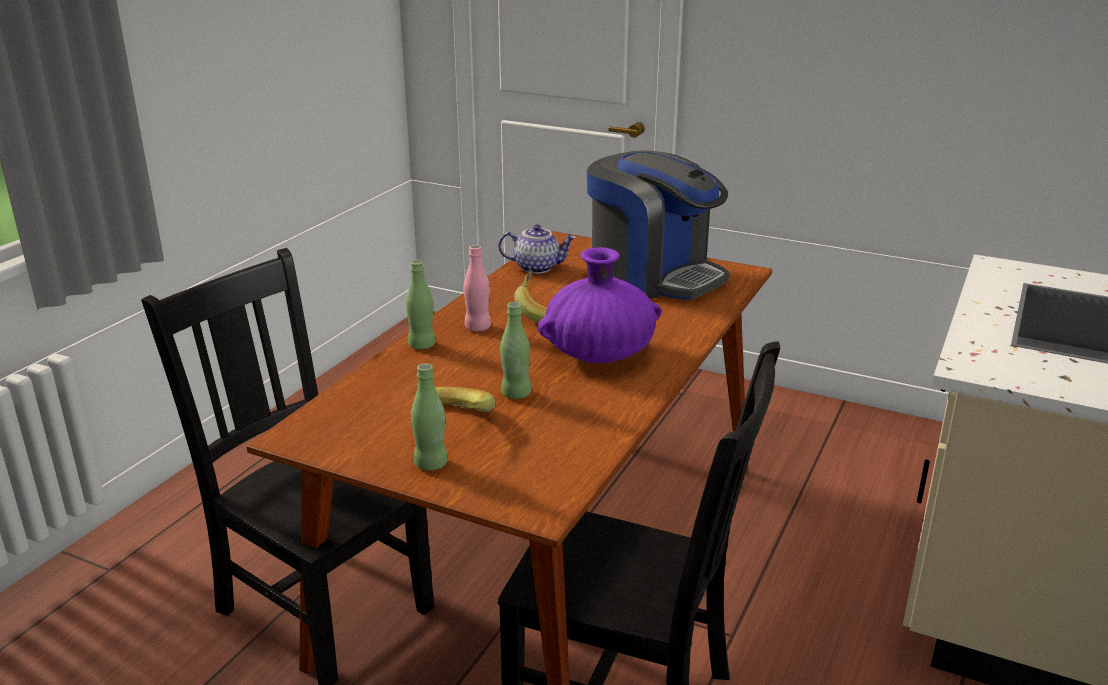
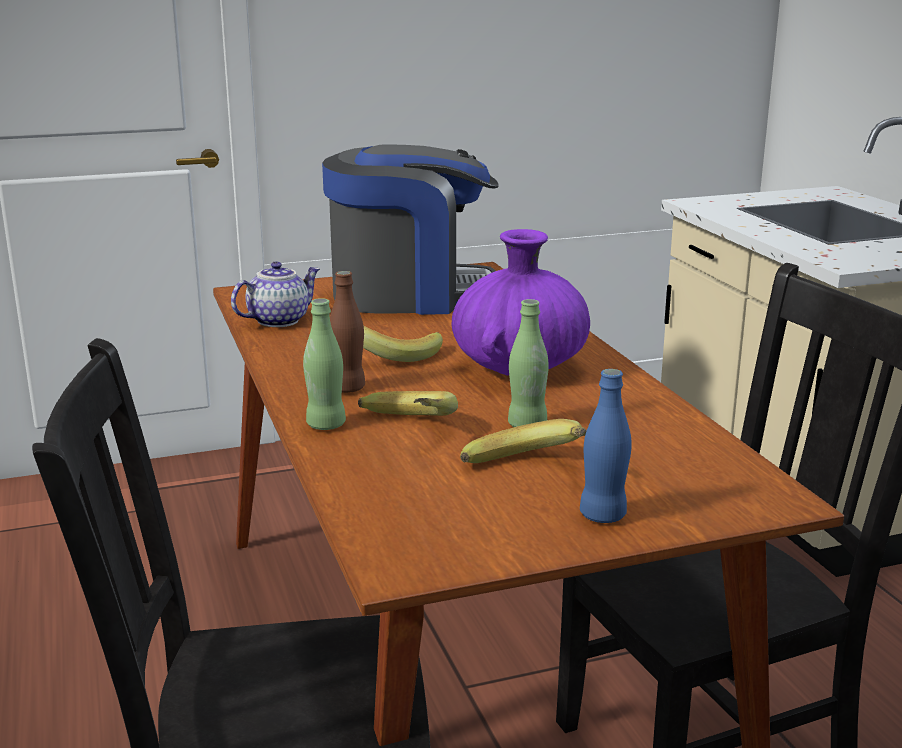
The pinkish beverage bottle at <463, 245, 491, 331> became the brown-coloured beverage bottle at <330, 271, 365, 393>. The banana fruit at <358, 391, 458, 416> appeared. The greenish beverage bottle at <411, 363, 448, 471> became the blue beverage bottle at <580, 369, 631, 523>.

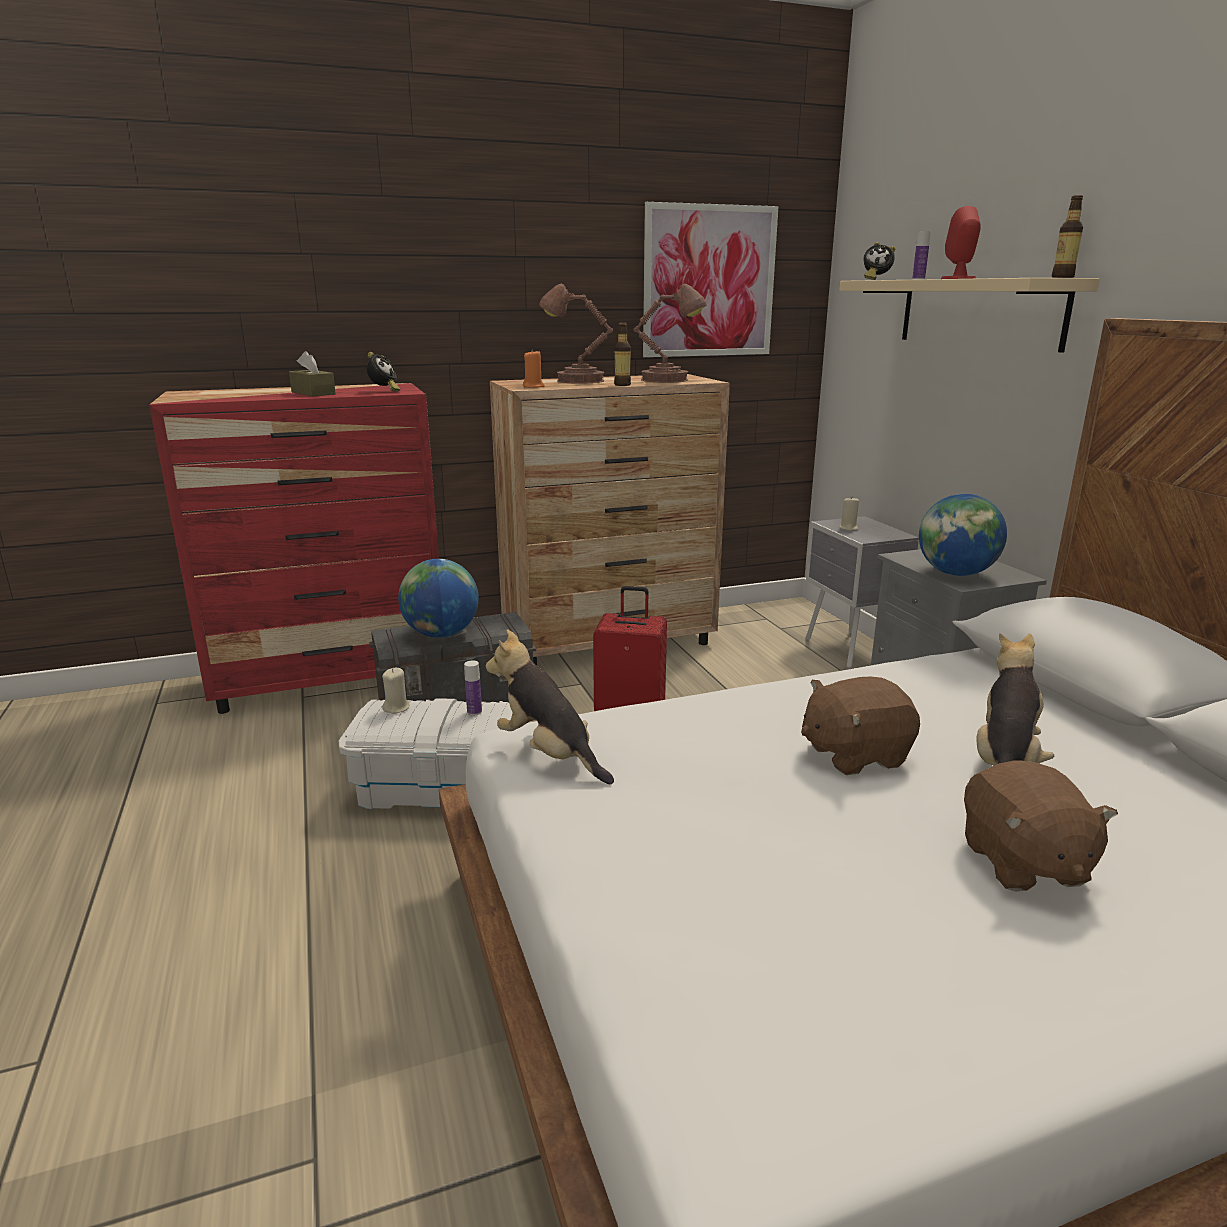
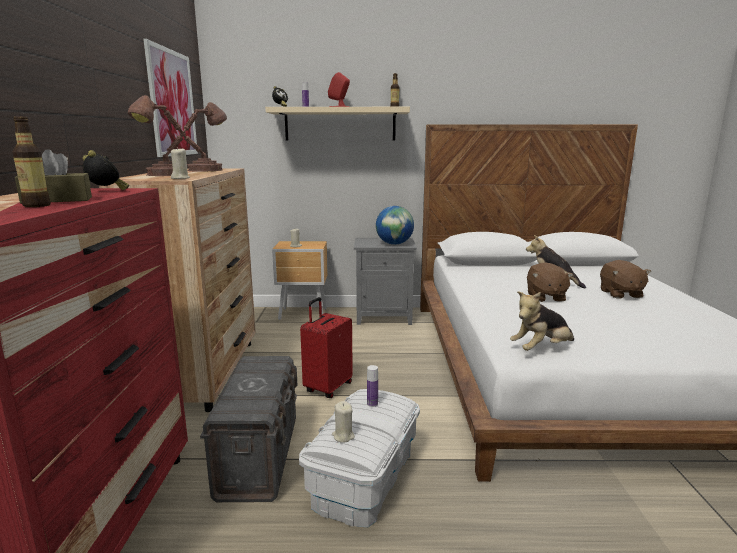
The beverage bottle moved from <614, 322, 631, 386> to <12, 116, 51, 207>. The orange candle at <523, 349, 545, 388> became the beige-coloured candle at <171, 147, 190, 179>. The grey nightstand at <806, 516, 919, 669> became the brown-coloured nightstand at <272, 241, 328, 320>. The brown-coloured plush toy at <964, 760, 1118, 892> turned 75 degrees clockwise. The desk globe at <398, 559, 479, 638> disappeared.

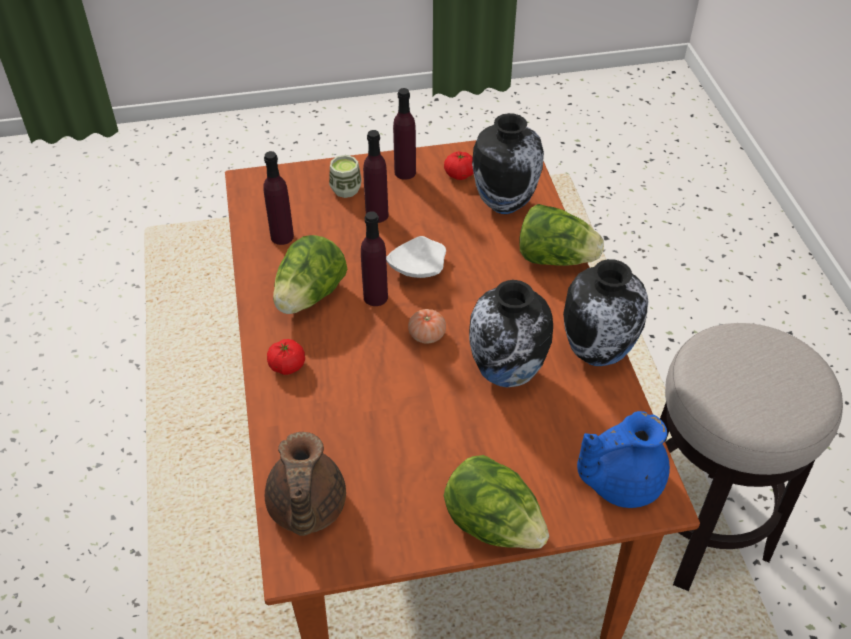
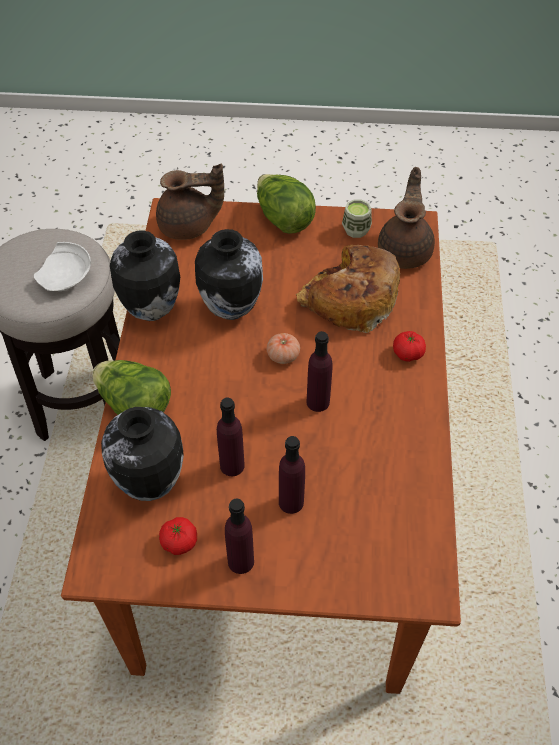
The whitish flat dish moved from <386, 236, 446, 278> to <34, 242, 91, 291>. The blue teapot at <577, 411, 670, 508> became the brown-coloured teapot at <156, 163, 224, 240>. The purple beverage bottle moved from <263, 151, 294, 245> to <217, 398, 245, 476>. The bread at <296, 245, 400, 333> appeared. The small cup moved from <329, 155, 362, 198> to <342, 199, 372, 238>. The head of lettuce at <273, 235, 347, 314> disappeared.

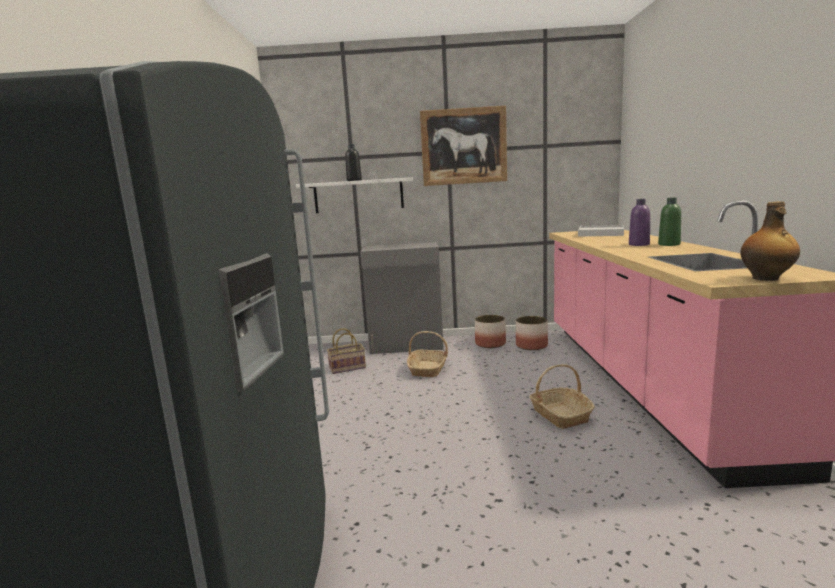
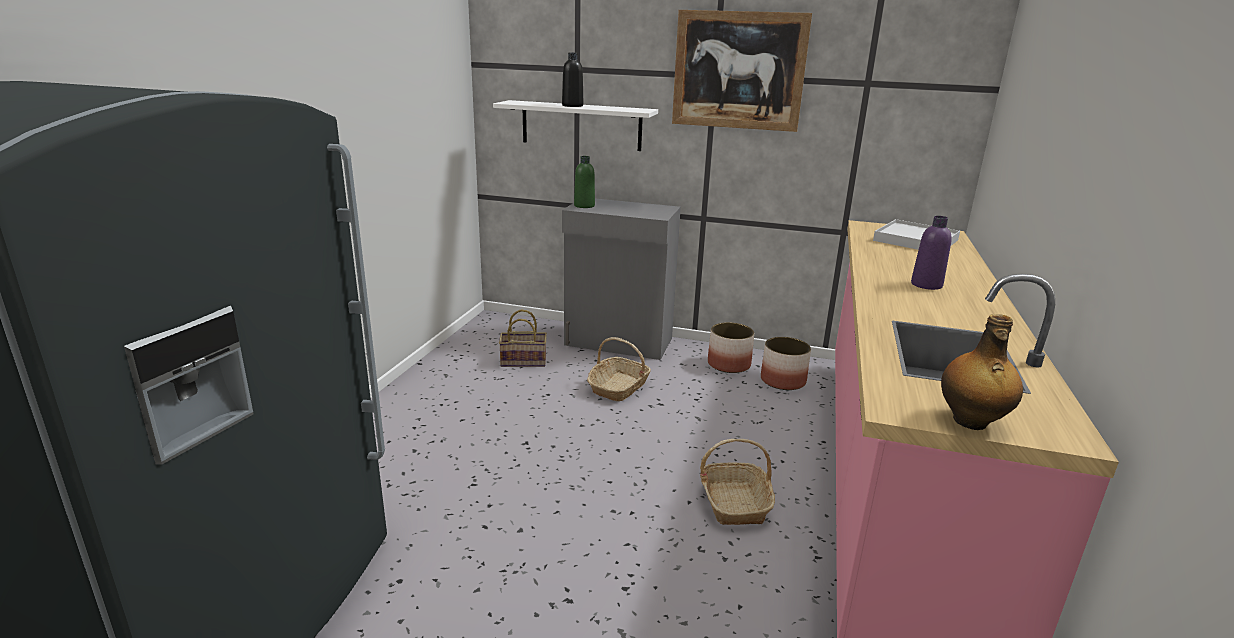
The greenish beverage bottle moved from <658, 198, 681, 246> to <574, 156, 595, 208>.

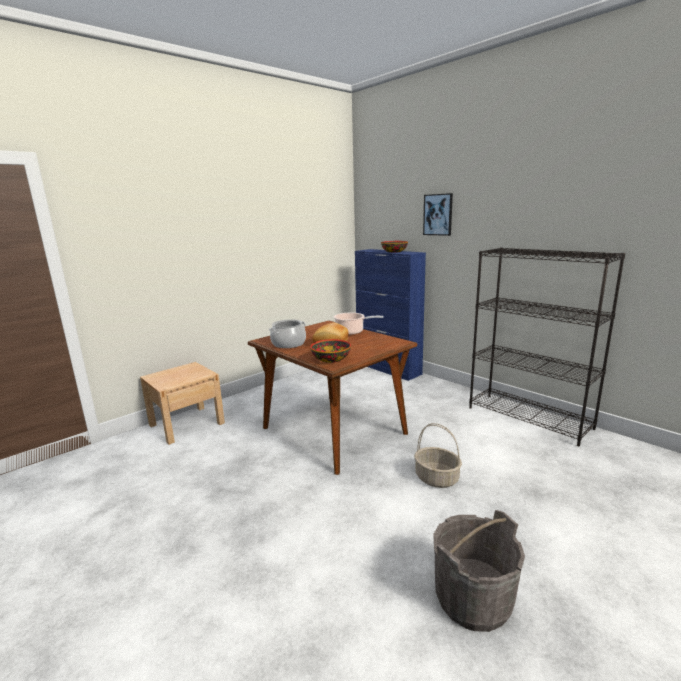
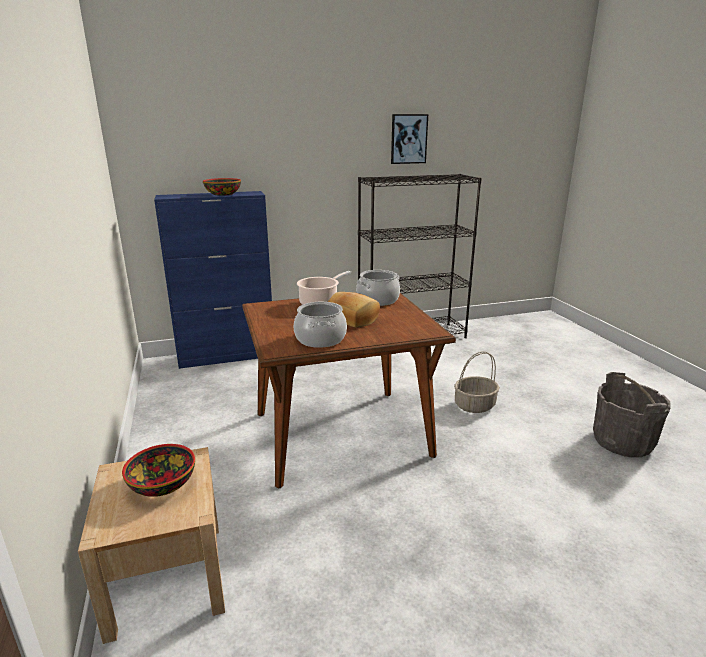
The serving bowl moved from <310, 339, 351, 363> to <122, 444, 195, 497>. The saucepot at <356, 270, 400, 306> appeared. The wall picture moved from <423, 193, 453, 236> to <391, 114, 428, 164>.

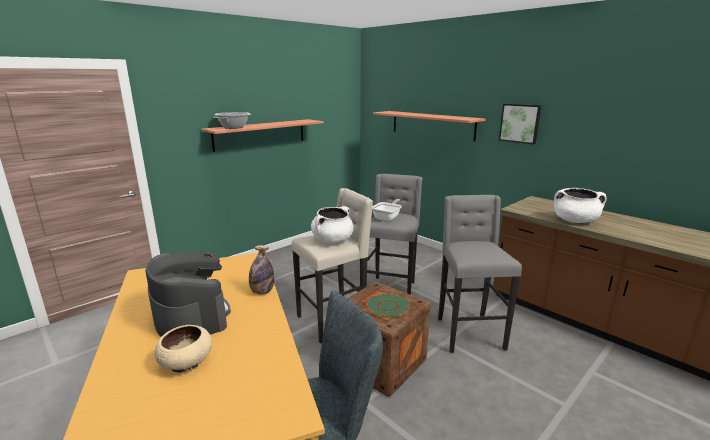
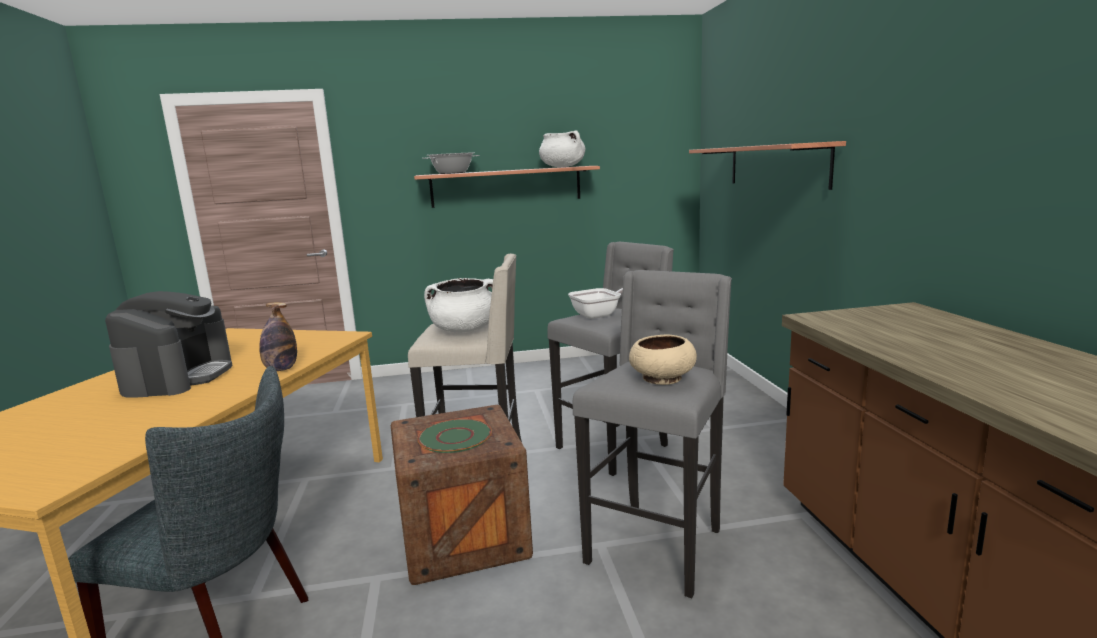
The whitish saucepot moved from <554, 188, 607, 223> to <539, 130, 585, 167>. The beige-coloured serving bowl moved from <154, 325, 212, 373> to <629, 334, 697, 385>. The wall picture at <499, 104, 542, 145> disappeared.

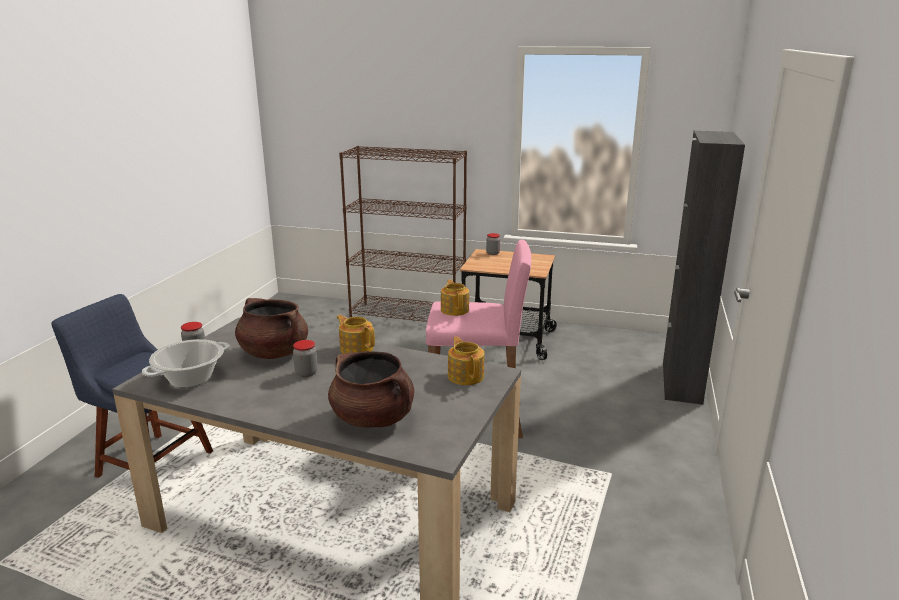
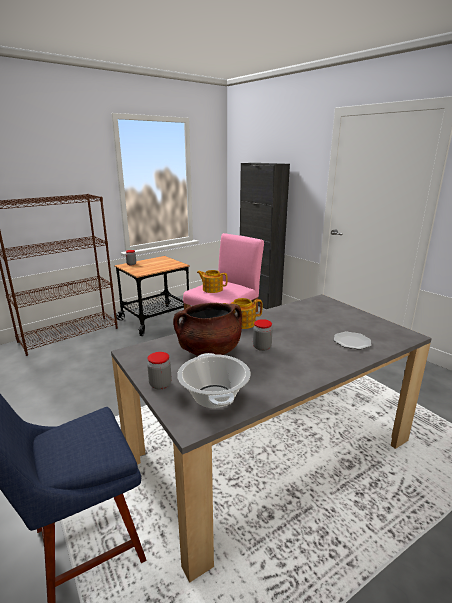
The brown-coloured saucepot at <328, 351, 414, 428> was replaced by the flat dish at <334, 332, 371, 350>. The teapot at <448, 337, 484, 385> disappeared.

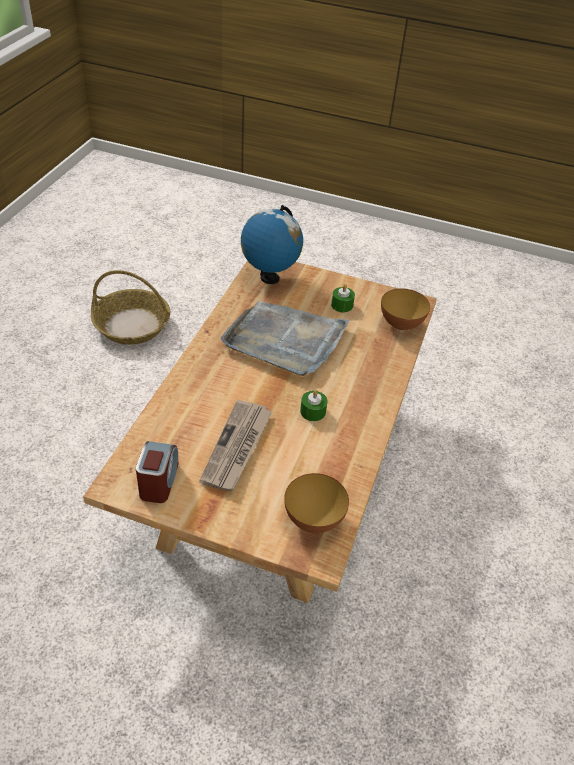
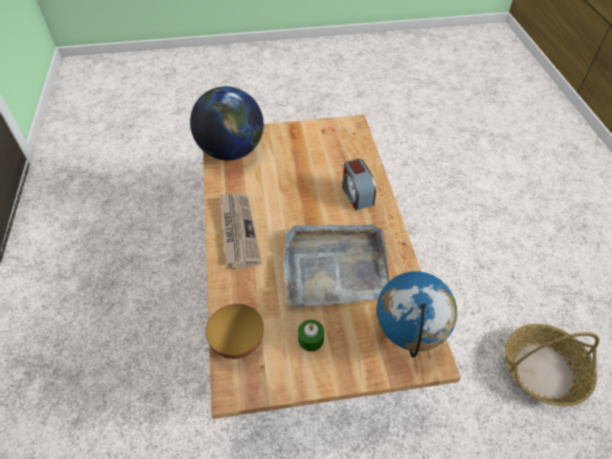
The serving bowl at <284, 473, 349, 533> was replaced by the desk globe at <190, 86, 264, 160>. The newspaper moved from <199, 400, 272, 491> to <220, 194, 261, 268>. The bedside clock moved from <136, 441, 178, 503> to <342, 159, 376, 210>. The greenish candle at <300, 390, 328, 421> disappeared.

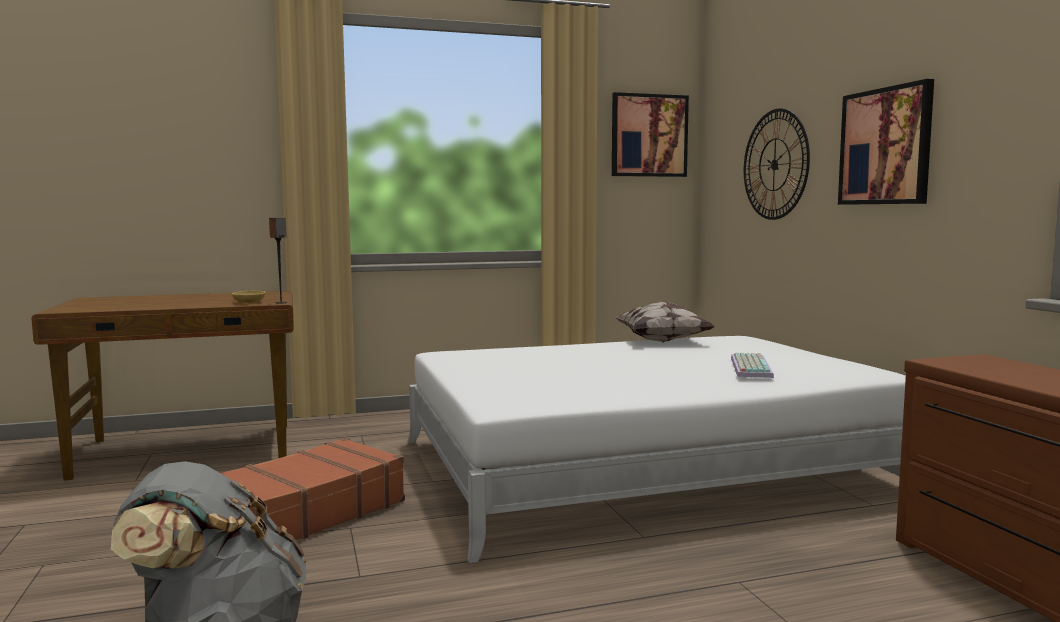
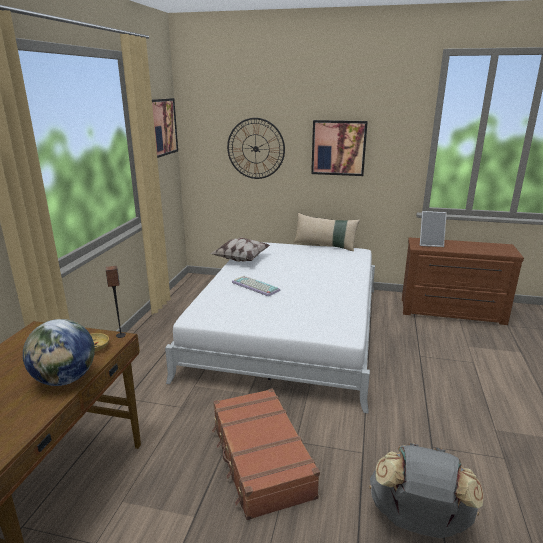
The desk globe at <23, 319, 95, 386> appeared. The keyboard moved from <731, 352, 774, 378> to <232, 276, 280, 297>. The beige-coloured cushion at <294, 213, 360, 251> appeared. The standing frame at <420, 211, 447, 247> appeared.

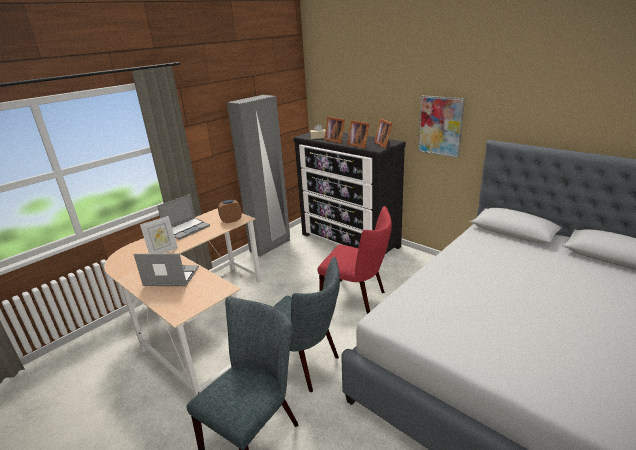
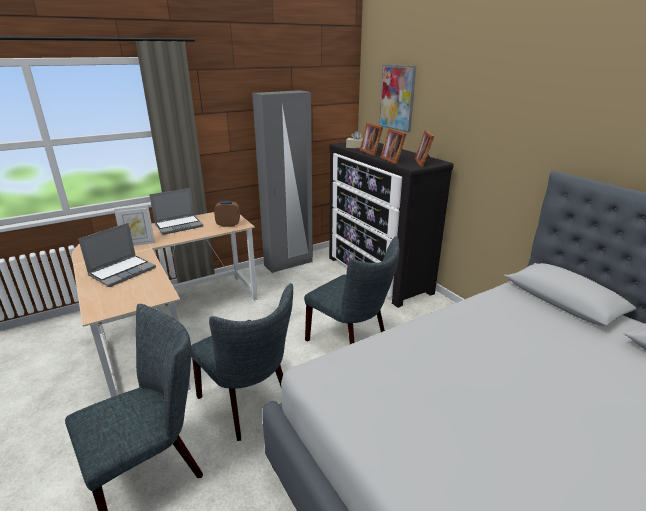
The laptop at <134, 253, 199, 286> turned 105 degrees clockwise. The red-coloured chair at <317, 206, 392, 314> became the grey chair at <304, 236, 399, 344>. The wall picture moved from <418, 95, 465, 158> to <379, 65, 416, 133>.

